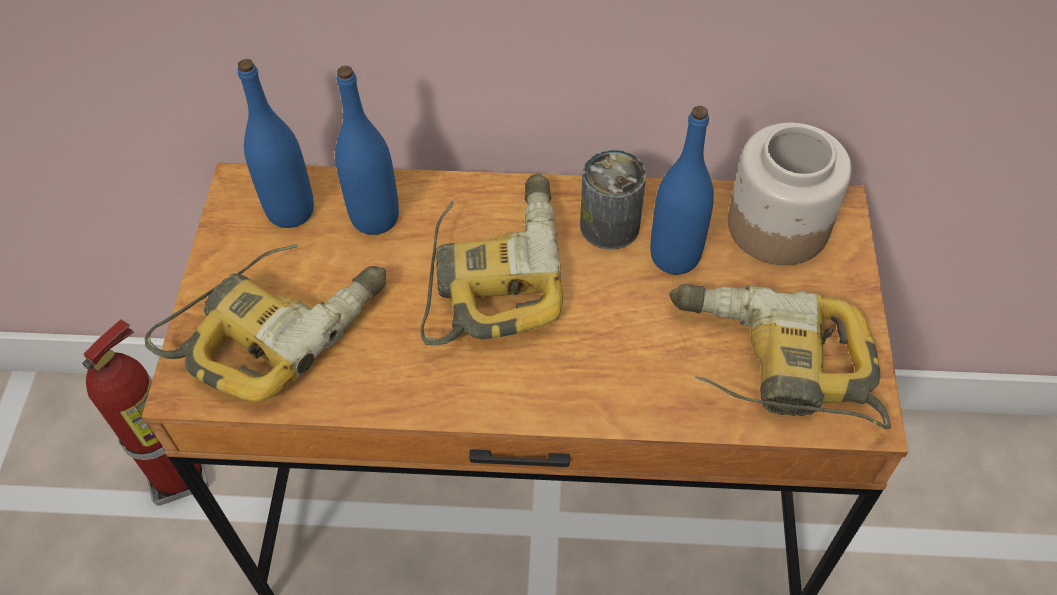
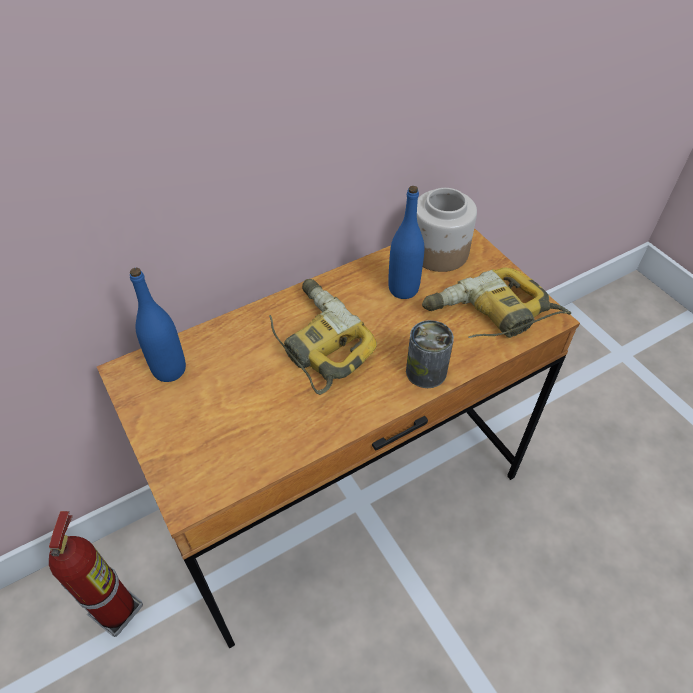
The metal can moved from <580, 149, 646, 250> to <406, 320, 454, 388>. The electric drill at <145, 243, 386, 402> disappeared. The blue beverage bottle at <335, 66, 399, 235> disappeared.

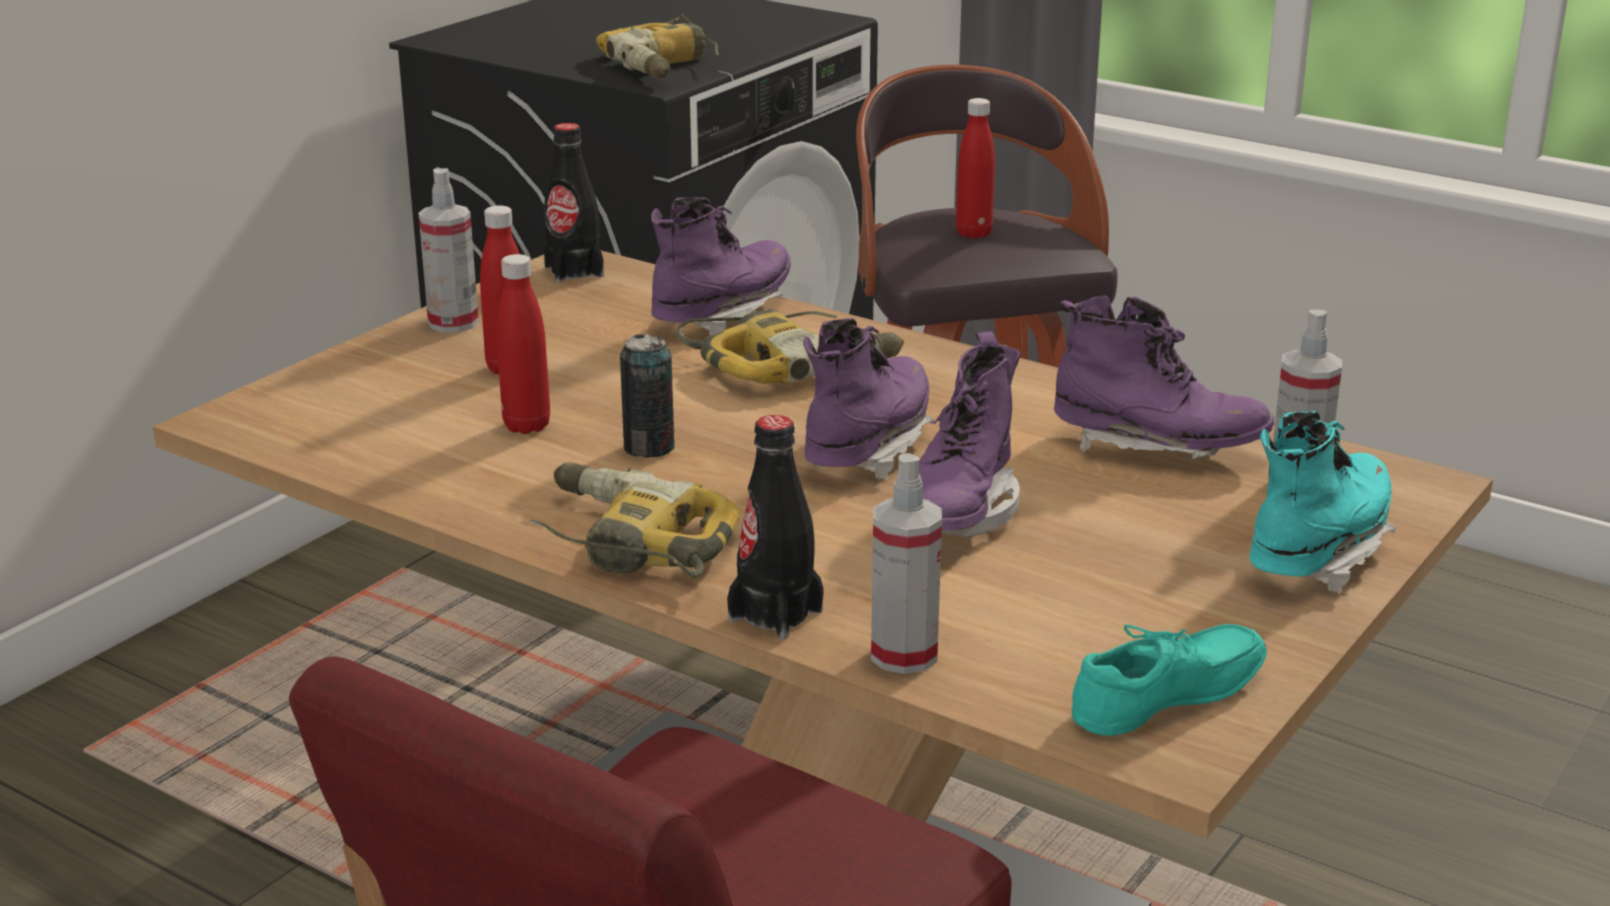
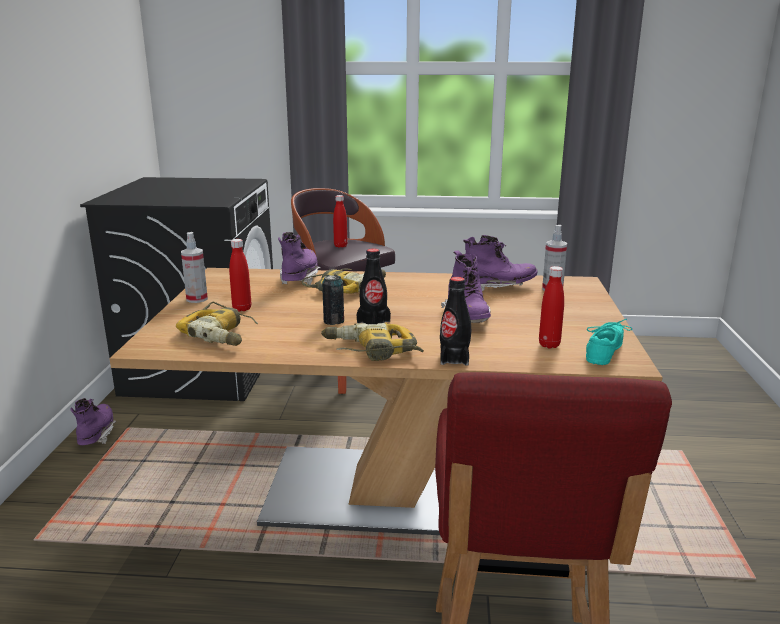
The purple boot moved from <803, 318, 933, 480> to <70, 398, 116, 445>. The electric drill moved from <596, 14, 719, 79> to <176, 302, 258, 346>. The blackish beverage bottle moved from <544, 123, 604, 283> to <357, 249, 391, 324>. The red-coloured beverage bottle moved from <497, 254, 550, 434> to <539, 266, 564, 348>. The hand sprayer at <871, 453, 942, 674> disappeared. The turquoise boot at <1249, 411, 1395, 594> disappeared.

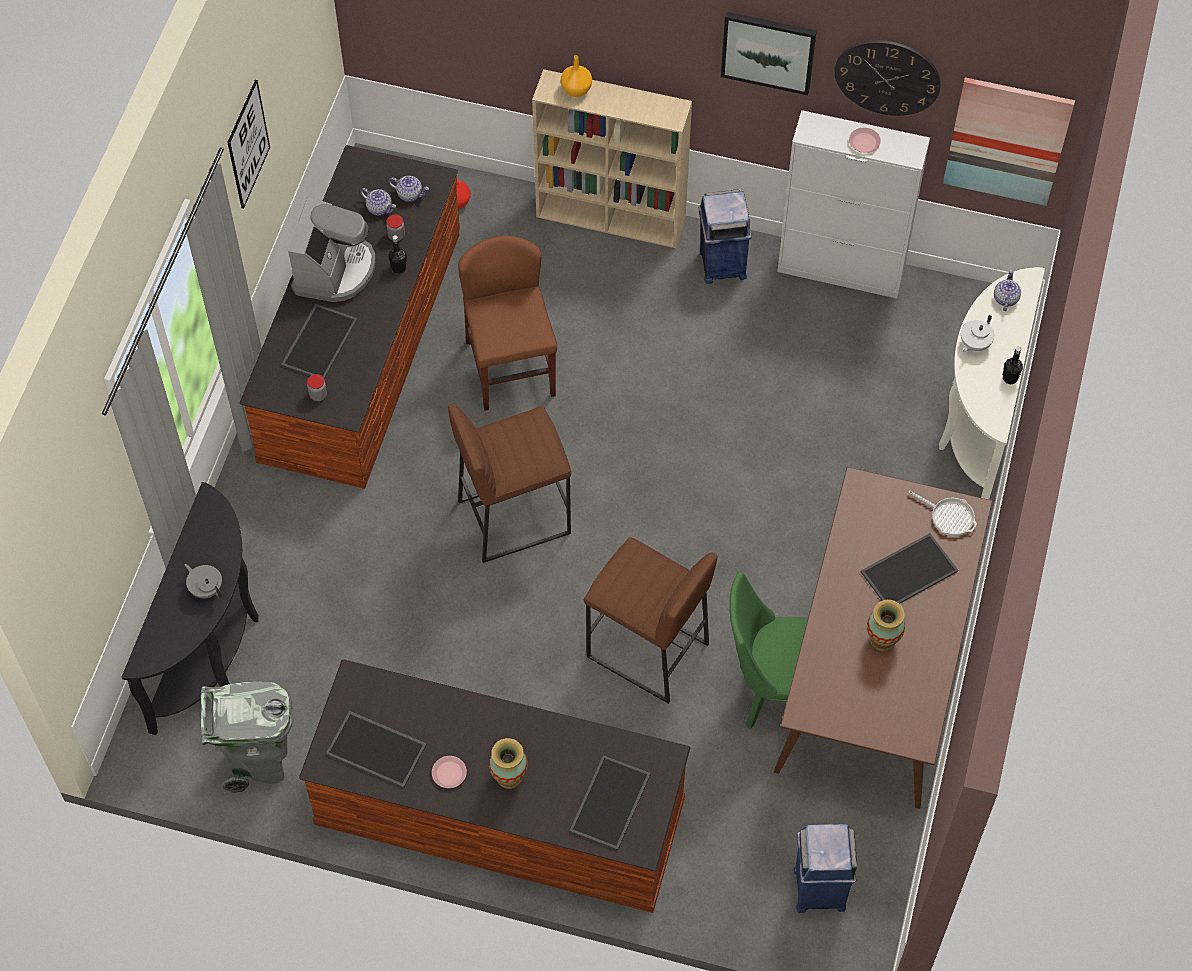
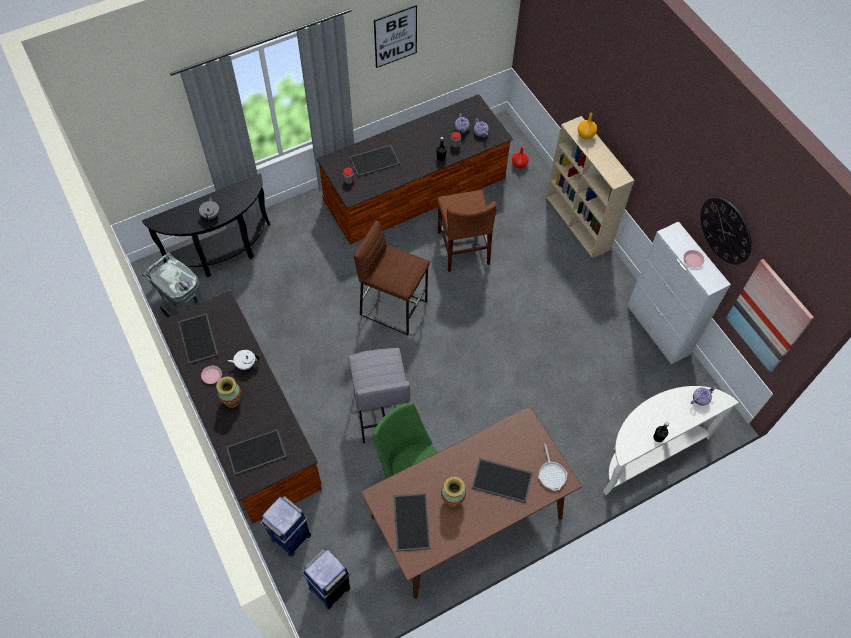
The whitish teapot moved from <961, 315, 995, 352> to <227, 350, 259, 370>. The blue trash can moved from <698, 189, 752, 284> to <260, 496, 311, 557>. The brown-coloured stool seat at <584, 537, 717, 704> became the grey stool seat at <348, 348, 410, 443>. The carrying tray at <393, 493, 430, 552> appeared. The brown-coloured chair at <458, 236, 557, 411> turned 135 degrees clockwise. The coffee maker at <288, 197, 376, 302> disappeared. The wall picture at <721, 12, 817, 95> disappeared.

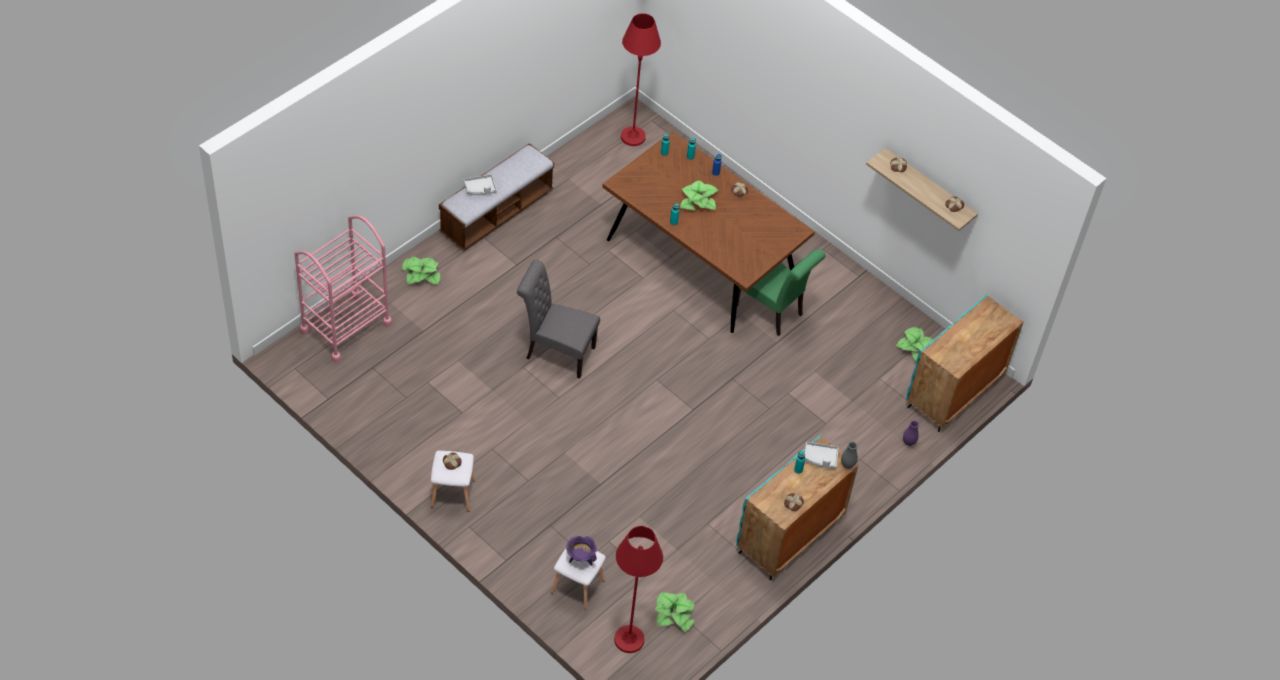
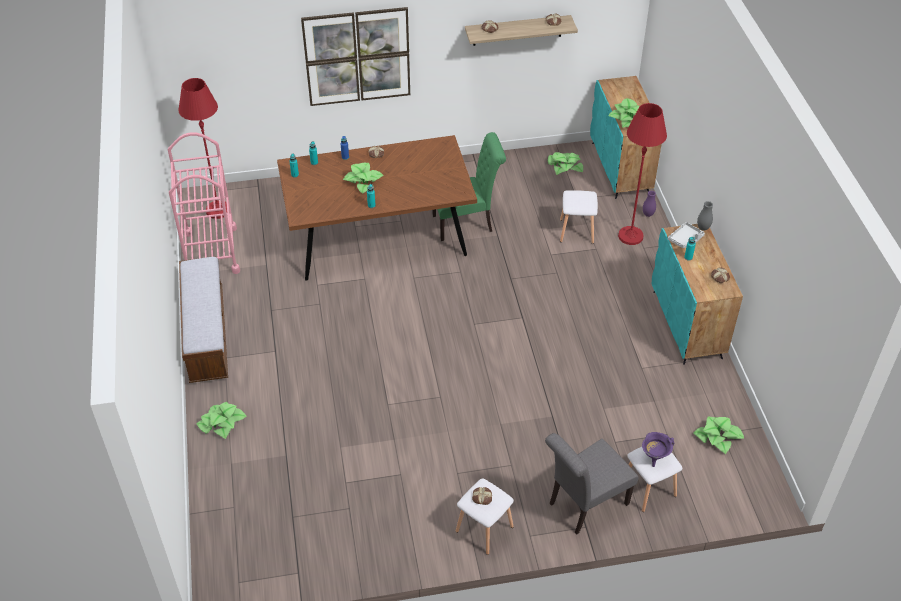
The pinkish trolley moved from <294, 215, 392, 363> to <168, 132, 240, 274>. The wall picture at <301, 7, 410, 106> appeared. The grey chair moved from <517, 260, 600, 379> to <545, 433, 639, 535>. The whitish stool seat at <560, 190, 598, 244> appeared. The plant in a pot at <608, 98, 640, 128> appeared. The red-coloured standard lamp moved from <614, 526, 663, 653> to <618, 103, 667, 245>. The grey carrying tray at <464, 174, 497, 195> disappeared.

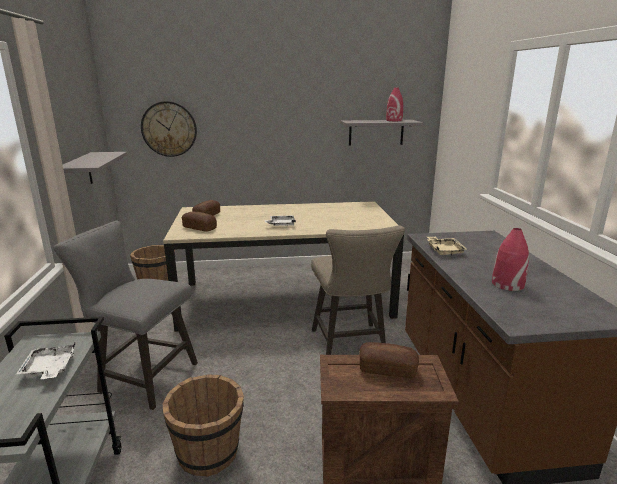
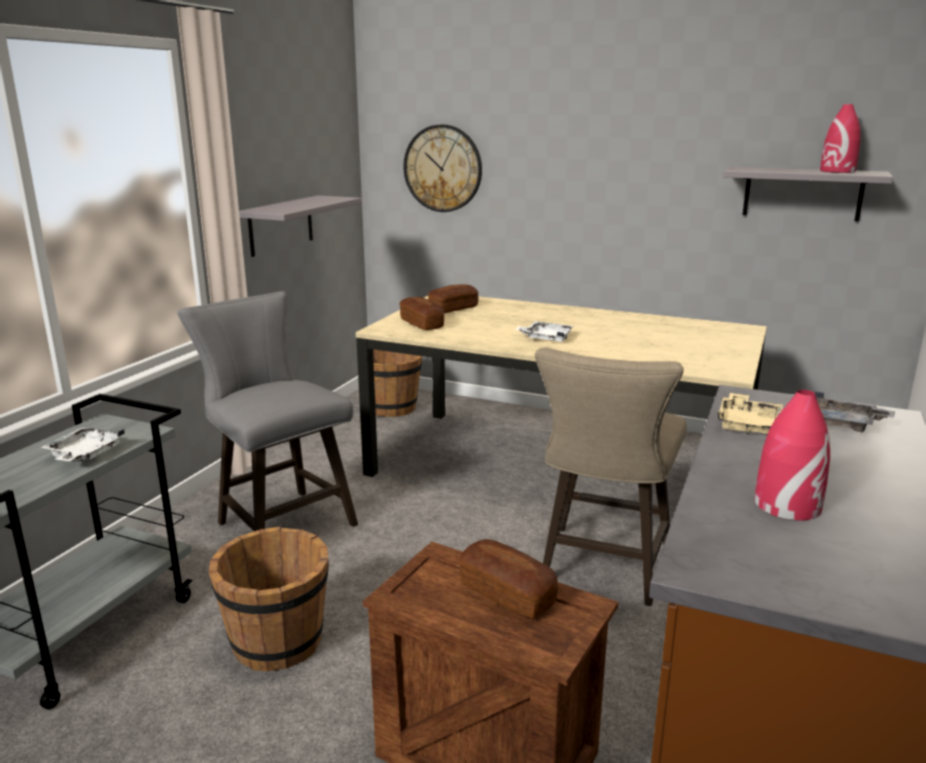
The grey carrying tray at <813, 391, 895, 432> appeared.

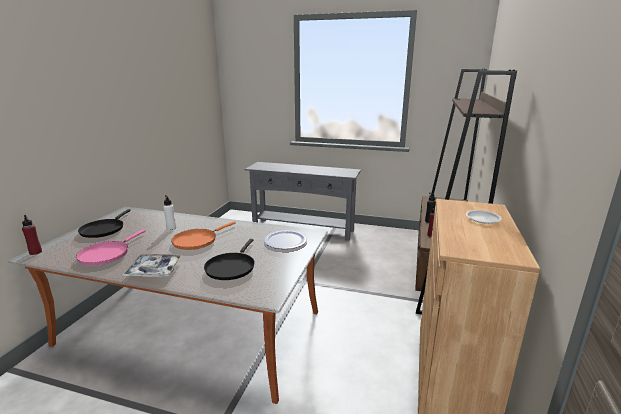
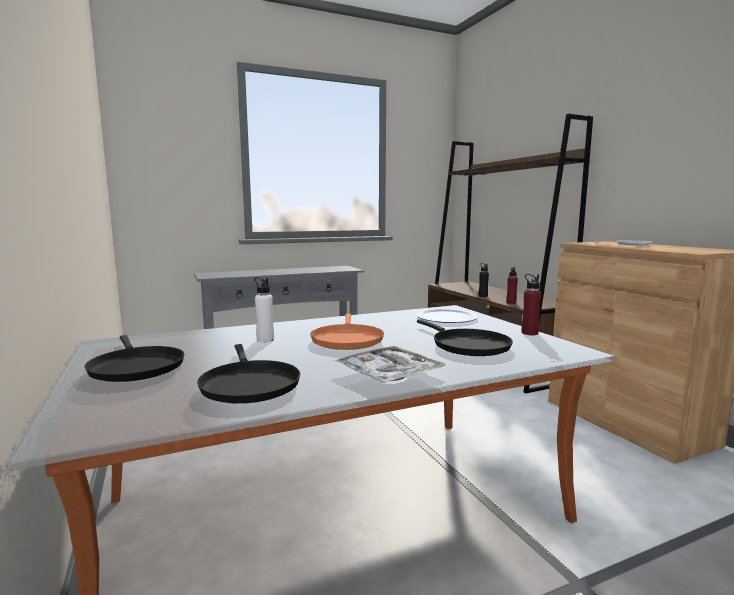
The pinkish frying pan at <76, 229, 146, 266> became the blackish frying pan at <197, 344, 300, 404>. The red-coloured beverage bottle moved from <22, 215, 42, 255> to <522, 274, 541, 335>.

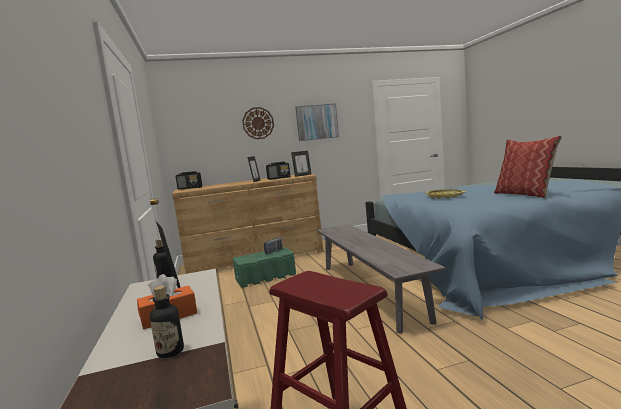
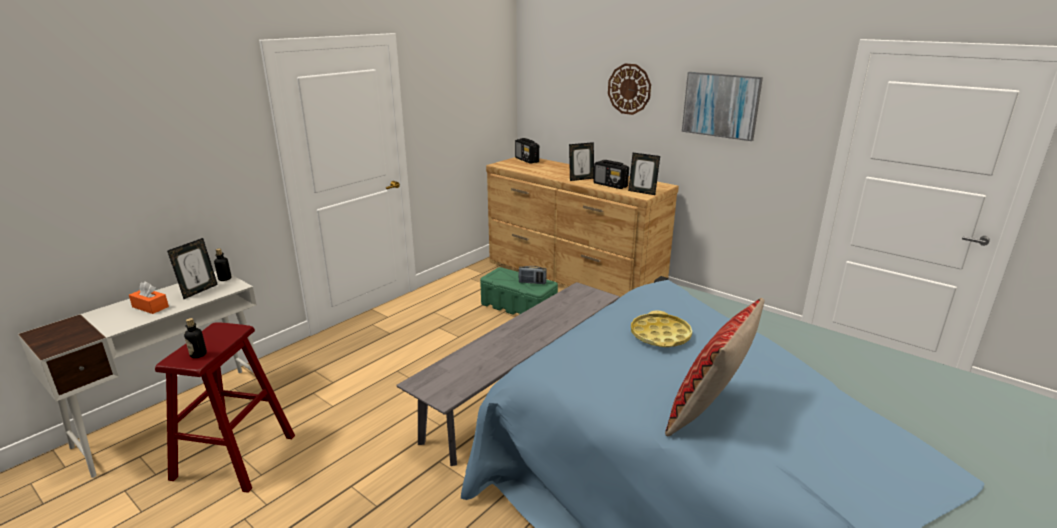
The beverage bottle moved from <150, 286, 184, 358> to <184, 318, 207, 358>.

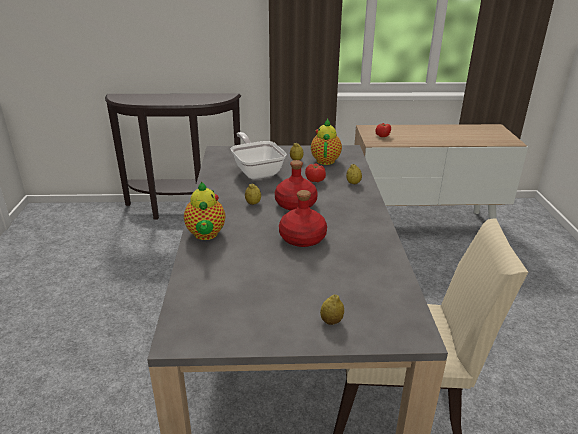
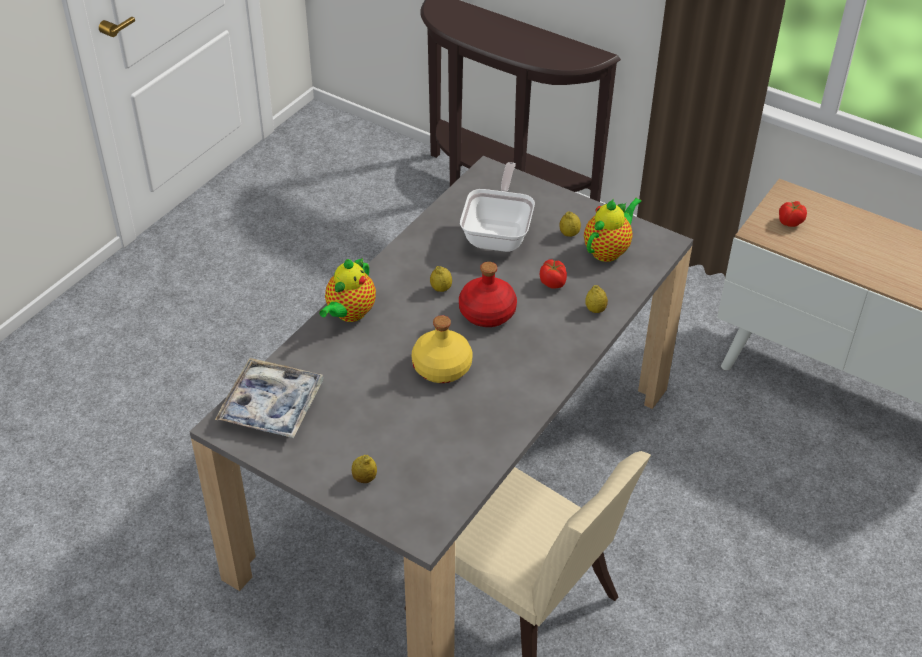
The carrying tray at <215, 358, 324, 438> appeared. The red-coloured beverage bottle at <279, 190, 327, 247> became the yellow-coloured beverage bottle at <412, 315, 472, 383>.

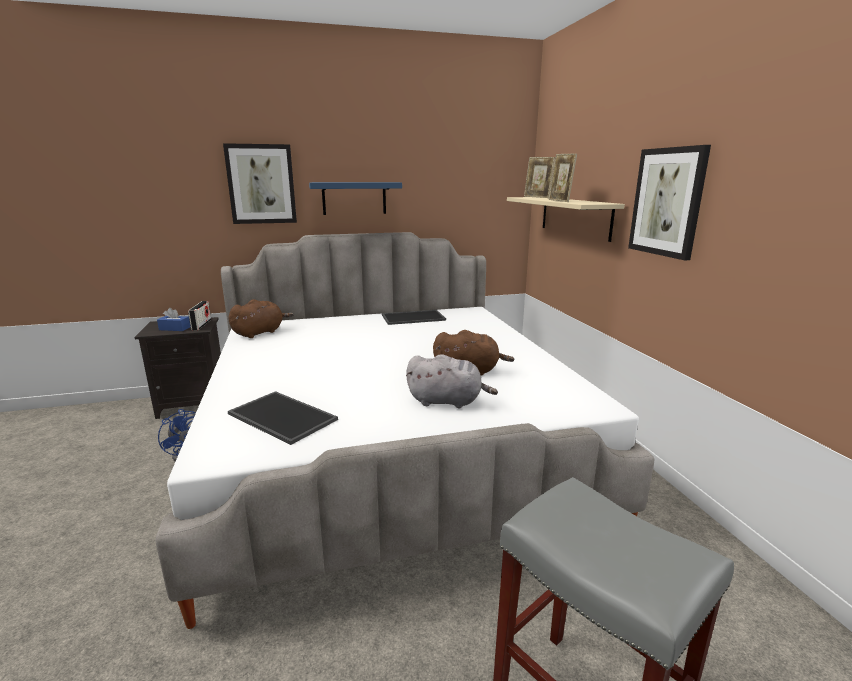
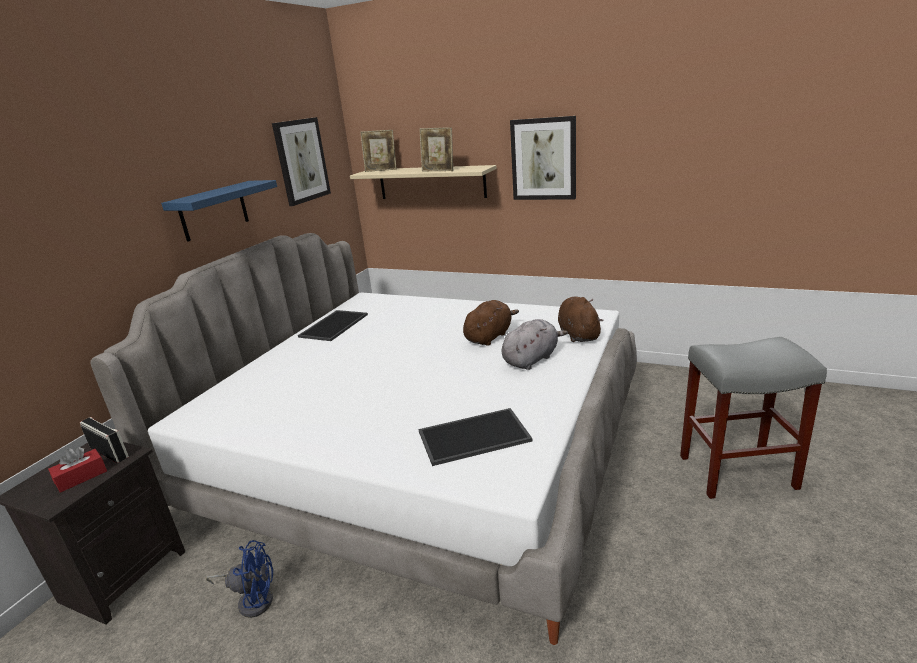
The blue box of tissues at <157, 308, 191, 331> became the red-coloured box of tissues at <48, 447, 107, 493>. The wall picture moved from <223, 143, 297, 224> to <272, 117, 331, 206>. The brown-coloured plush toy moved from <229, 299, 294, 338> to <558, 297, 604, 342>.

